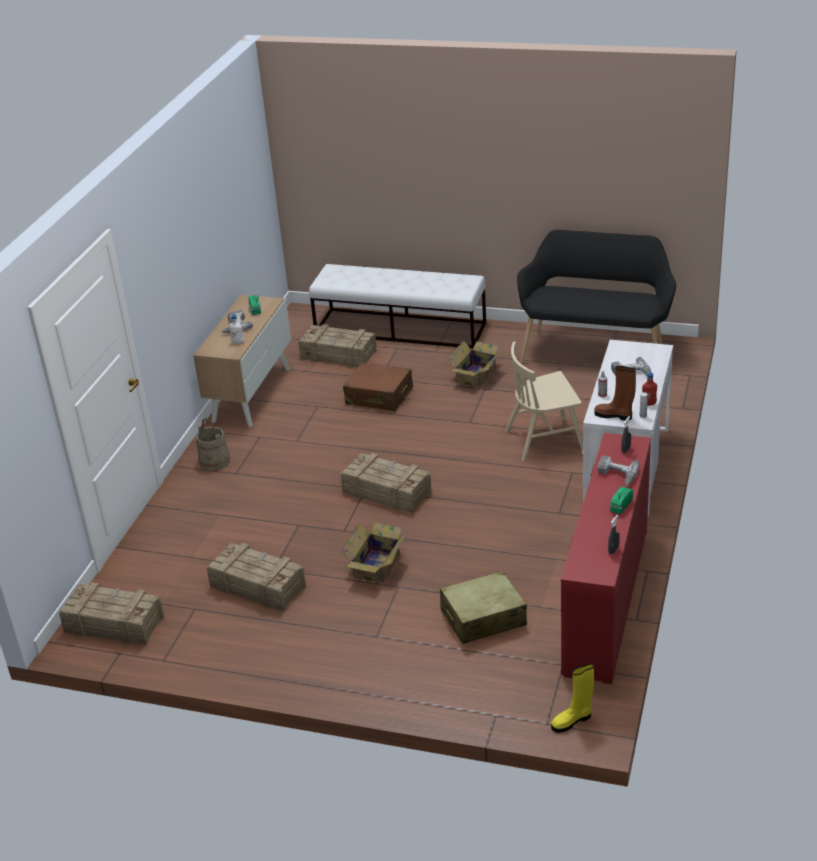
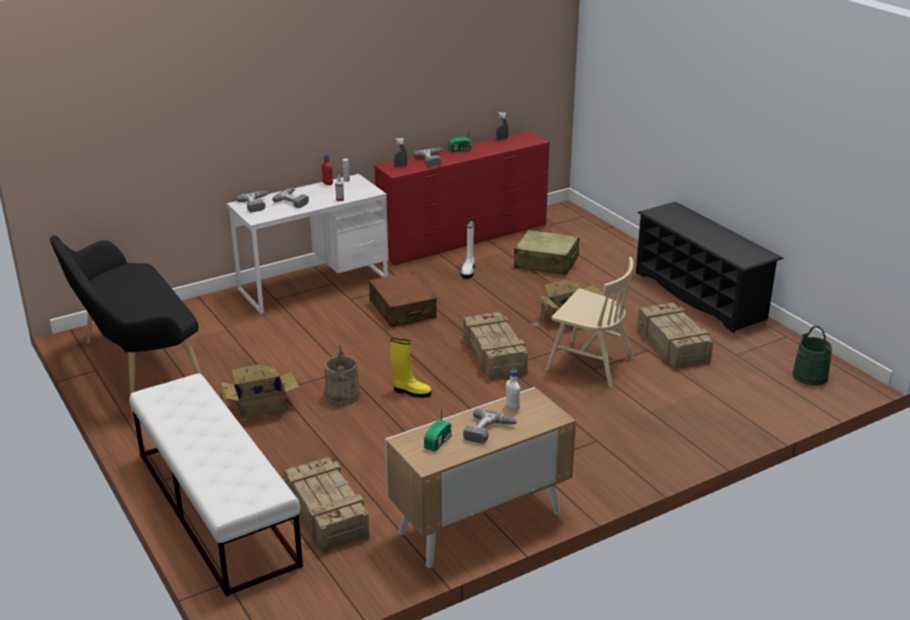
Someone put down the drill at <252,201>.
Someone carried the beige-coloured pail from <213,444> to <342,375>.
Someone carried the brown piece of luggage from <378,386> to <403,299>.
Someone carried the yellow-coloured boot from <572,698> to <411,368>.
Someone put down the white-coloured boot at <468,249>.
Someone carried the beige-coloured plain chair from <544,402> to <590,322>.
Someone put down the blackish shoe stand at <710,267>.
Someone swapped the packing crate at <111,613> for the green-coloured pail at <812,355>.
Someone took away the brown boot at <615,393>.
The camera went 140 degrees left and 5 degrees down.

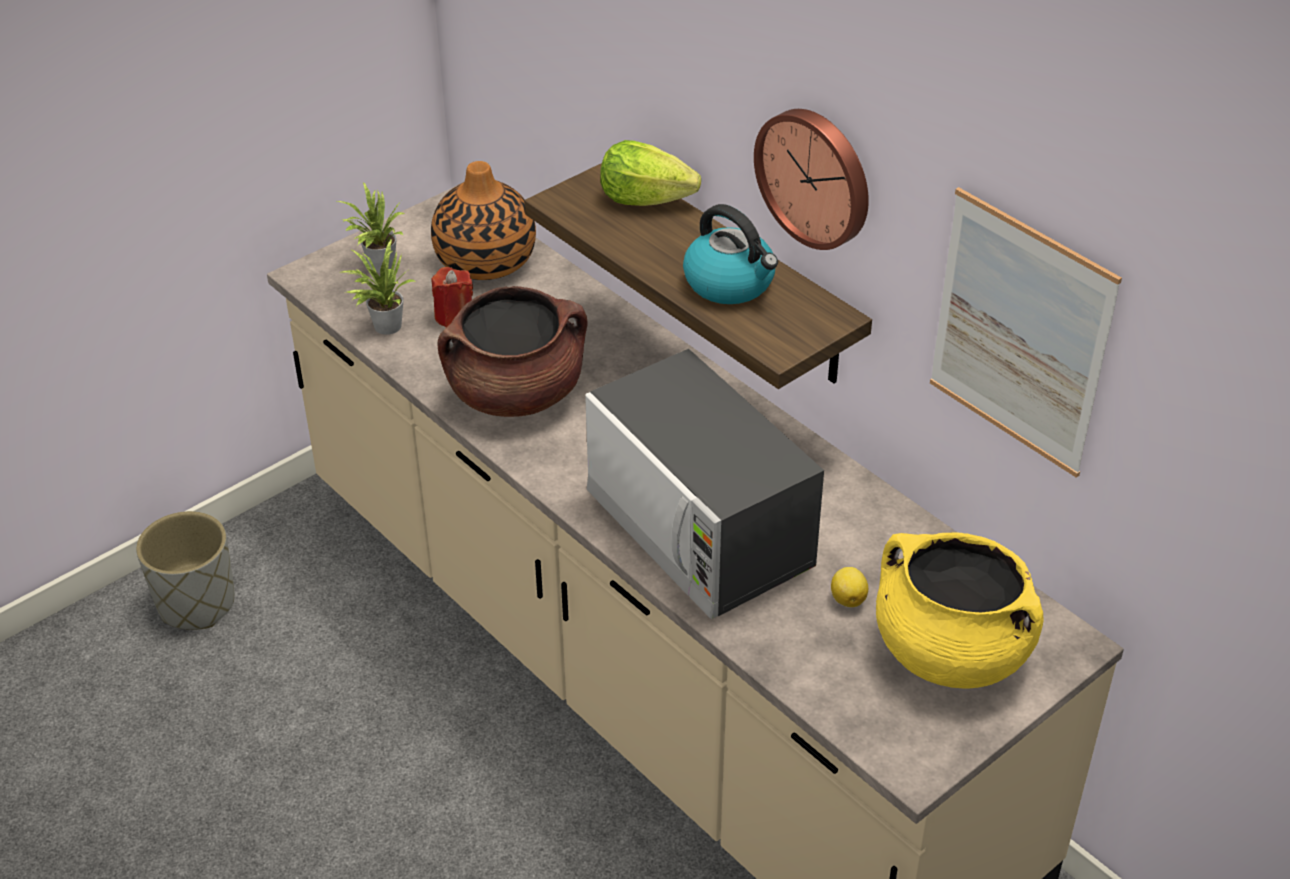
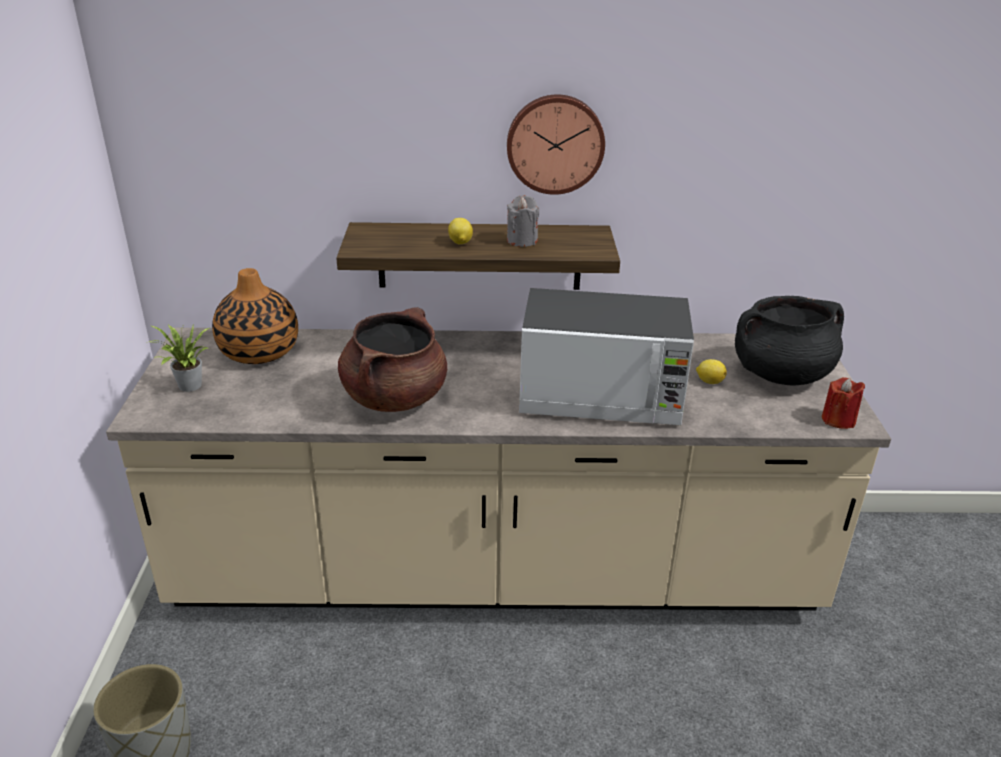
Someone put down the citrus fruit at <460,231>.
Someone swapped the tea kettle at <730,254> for the greyish wax light at <523,221>.
Someone repainted the yellow-coloured cooking pot at <959,610>, which became the blackish cooking pot at <789,340>.
Someone carried the reddish wax light from <452,297> to <843,403>.
Someone took away the houseplant at <379,286>.
Someone took away the lettuce head at <651,173>.
Someone took away the picture at <1026,332>.
The camera went 50 degrees left and 10 degrees down.

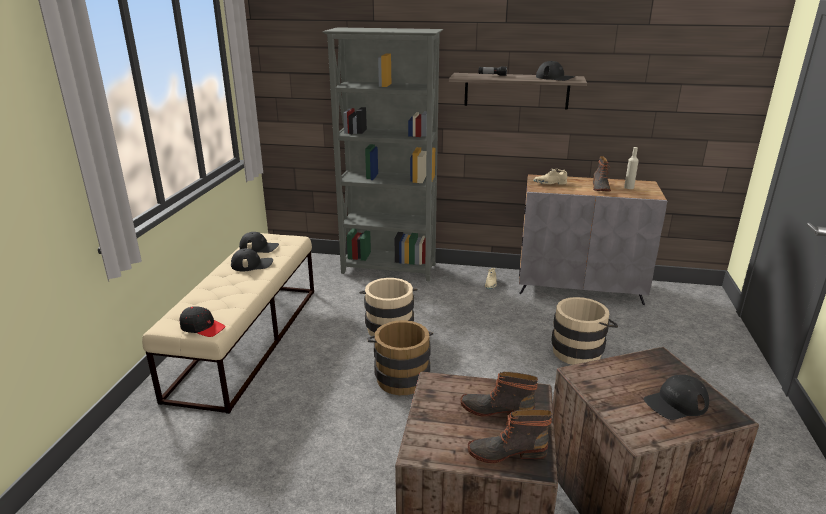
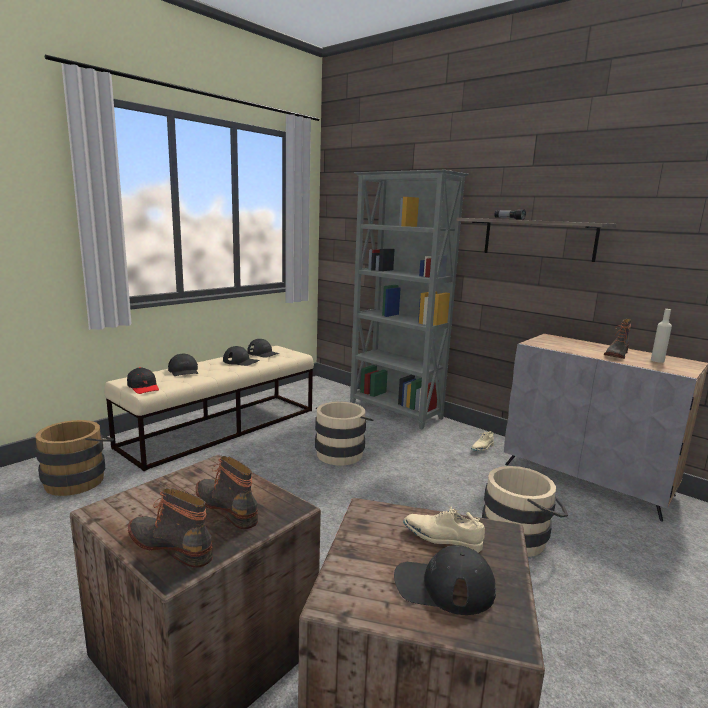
Someone carried the brown pail from <400,357> to <74,458>.
Someone carried the blackish cap from <556,71> to <183,365>.
Someone carried the beige-coloured shoe from <550,177> to <444,529>.
The camera went 30 degrees right and 10 degrees down.

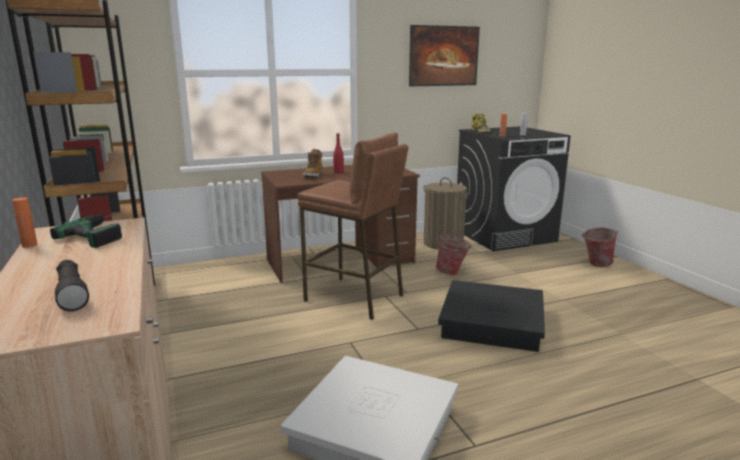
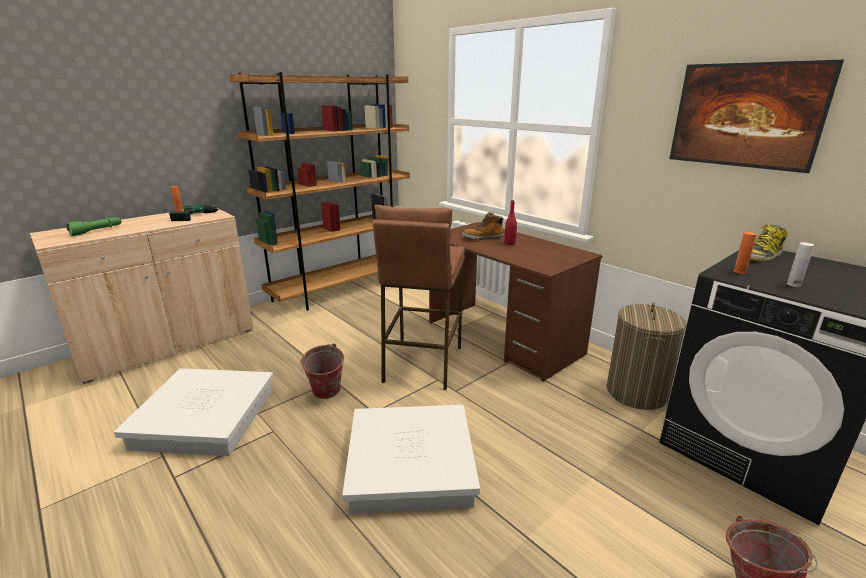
Someone repainted the blackish hand torch at <72,286>, which became the green-coloured hand torch at <94,226>.
Someone carried the pail from <453,253> to <321,371>.
Someone repainted the blackish storage container at <491,316>, which became the white-coloured storage container at <411,459>.
The camera went 70 degrees right and 5 degrees up.

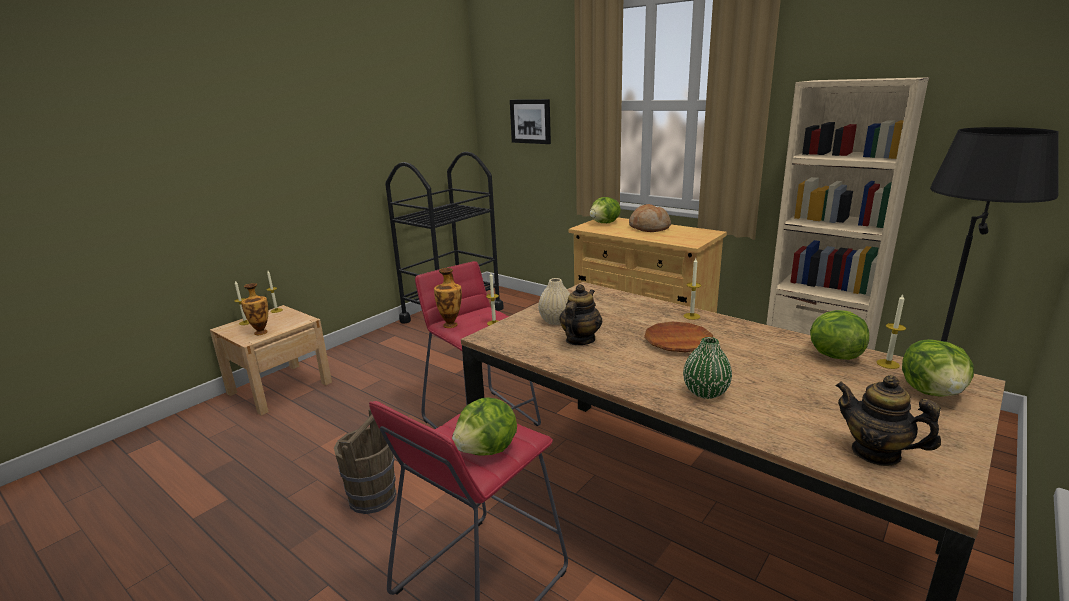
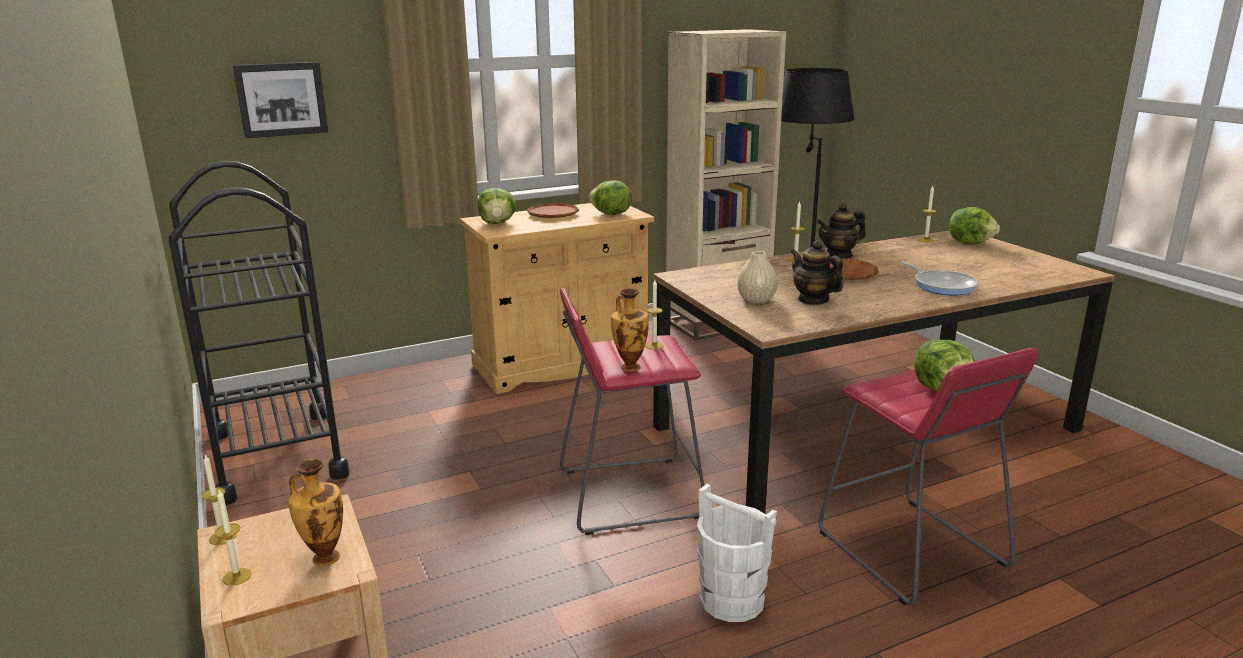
Someone swapped the bread at <650,218> for the brown dinner plate at <553,210>.
Someone carried the lettuce head from <839,335> to <610,197>.
Someone repainted the brown pail at <365,461>, which became the white-coloured pail at <737,553>.
Someone carried the teapot from <888,420> to <841,231>.
Someone swapped the green-coloured decorative vase at <707,368> for the skillet at <939,278>.
The camera went 65 degrees left and 0 degrees up.

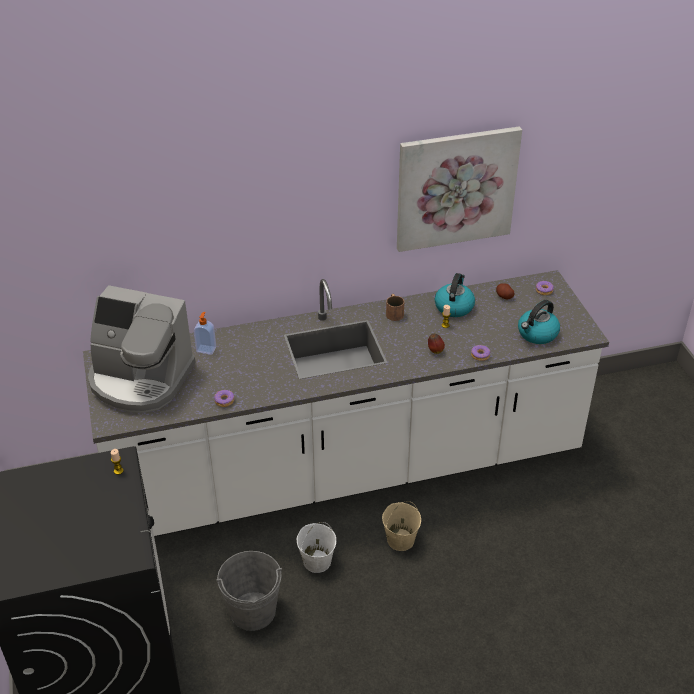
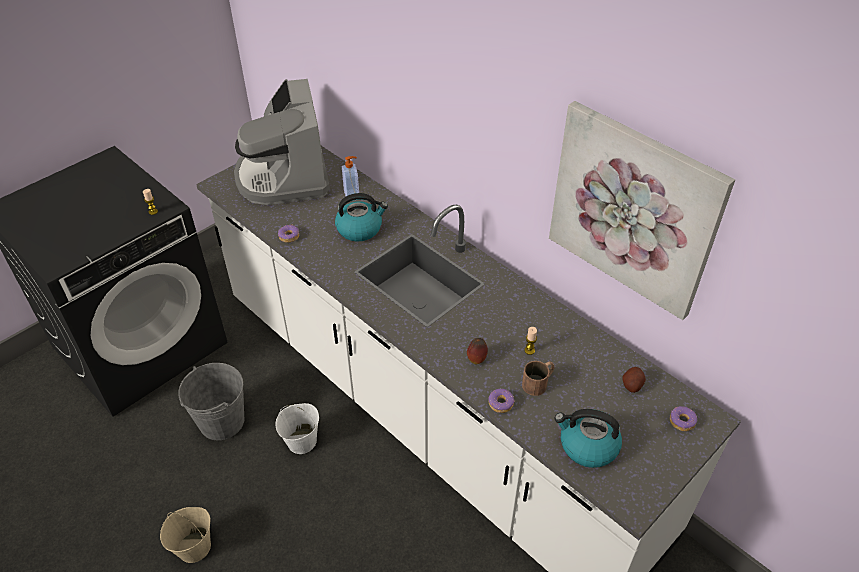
Someone carried the beige-coloured pail from <401,526> to <185,535>.
Someone carried the tea kettle from <455,295> to <361,217>.
Someone carried the brown tea mug from <395,307> to <538,378>.
The camera went 60 degrees right and 5 degrees up.

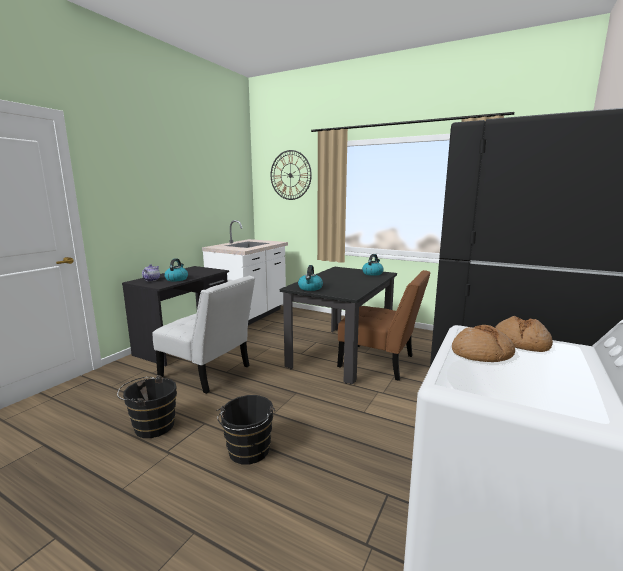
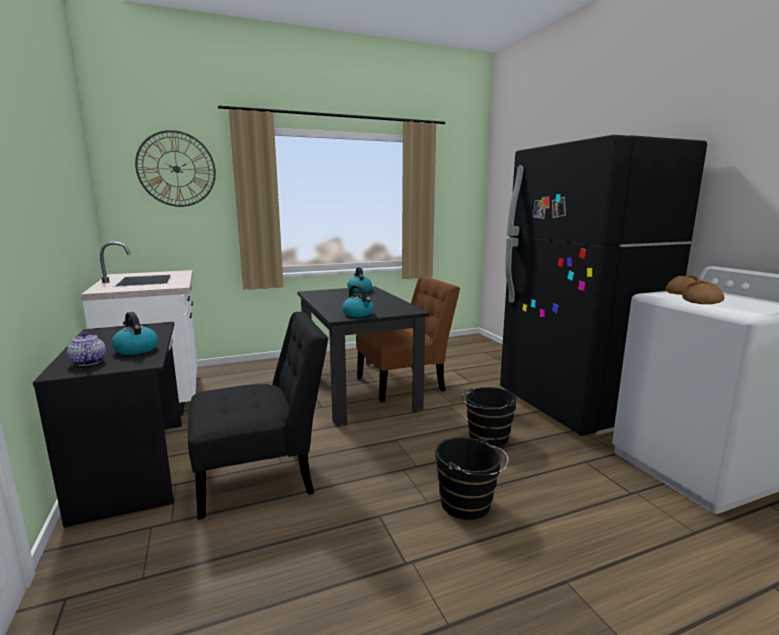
Someone repainted the white-coloured plain chair at <203,335>, which became the blackish plain chair at <258,415>.
Someone carried the blackish pail from <147,406> to <489,417>.
The camera went 50 degrees left and 0 degrees up.

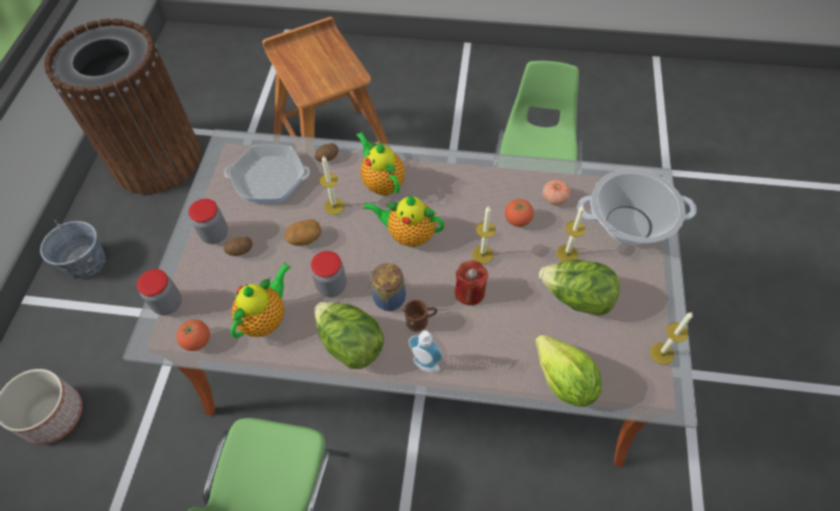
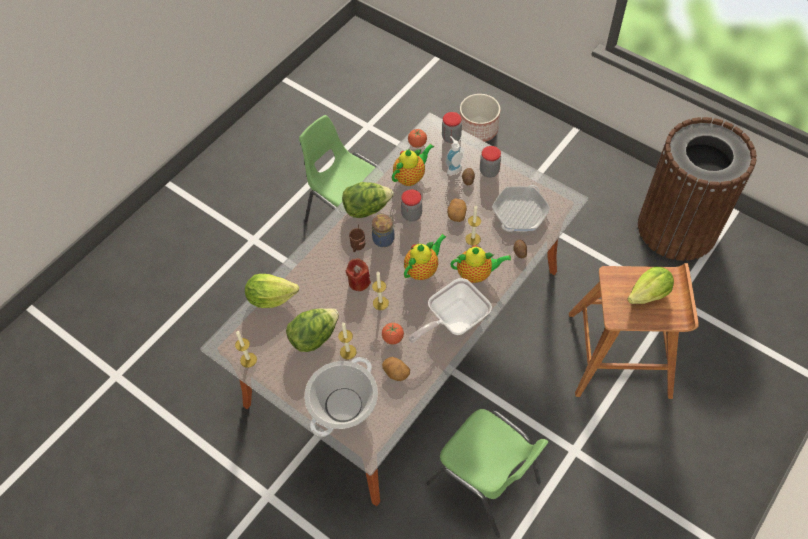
Someone swapped the tomato at <556,192> for the potato at <396,369>.
Someone rotated the teapot at <260,300> by 105 degrees counterclockwise.
Someone put down the skillet at <450,310>.
Someone carried the liquid soap bottle from <425,351> to <455,155>.
Someone put down the lettuce head at <651,285>.
Someone took away the greyish pail at <72,249>.
The camera went 120 degrees right and 0 degrees up.

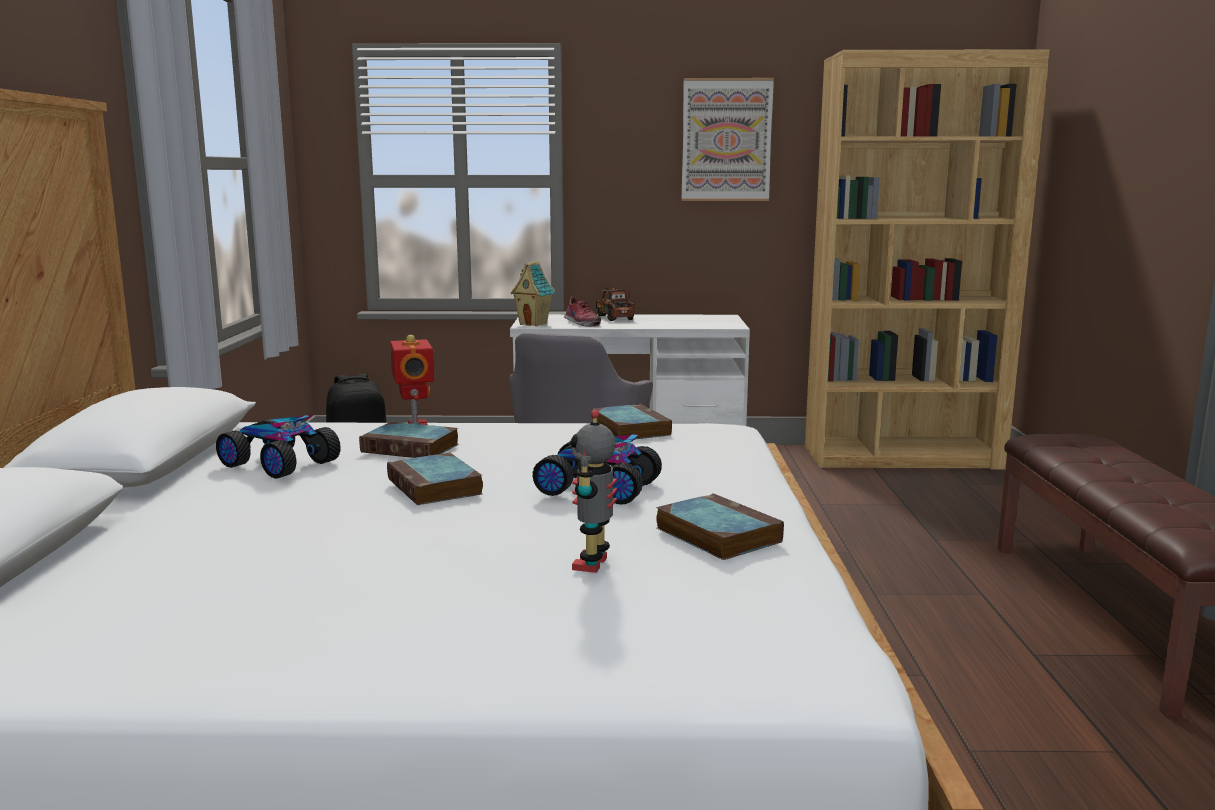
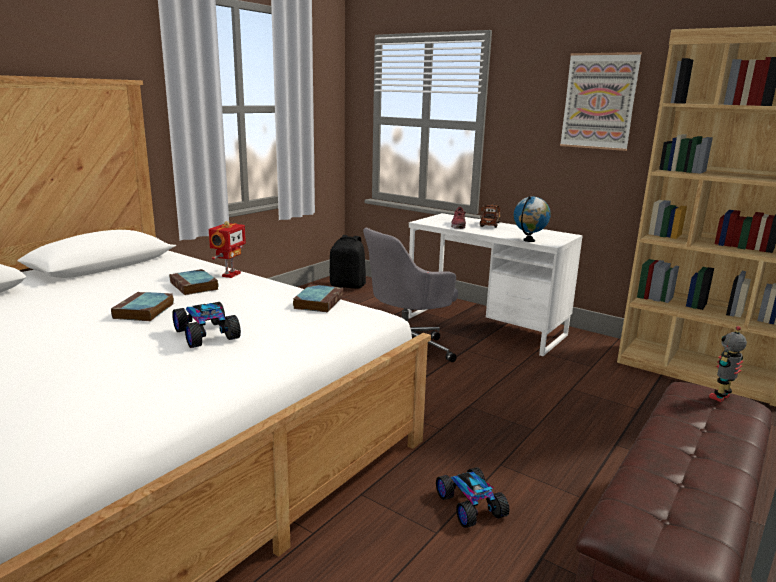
Someone carried the toy car from <278,447> to <472,497>.
Someone put down the world globe at <532,219>.
Someone carried the toy robot from <594,491> to <728,364>.
Someone took away the toy house at <533,293>.
Someone took away the bound book at <720,526>.
The camera went 35 degrees right and 5 degrees up.

